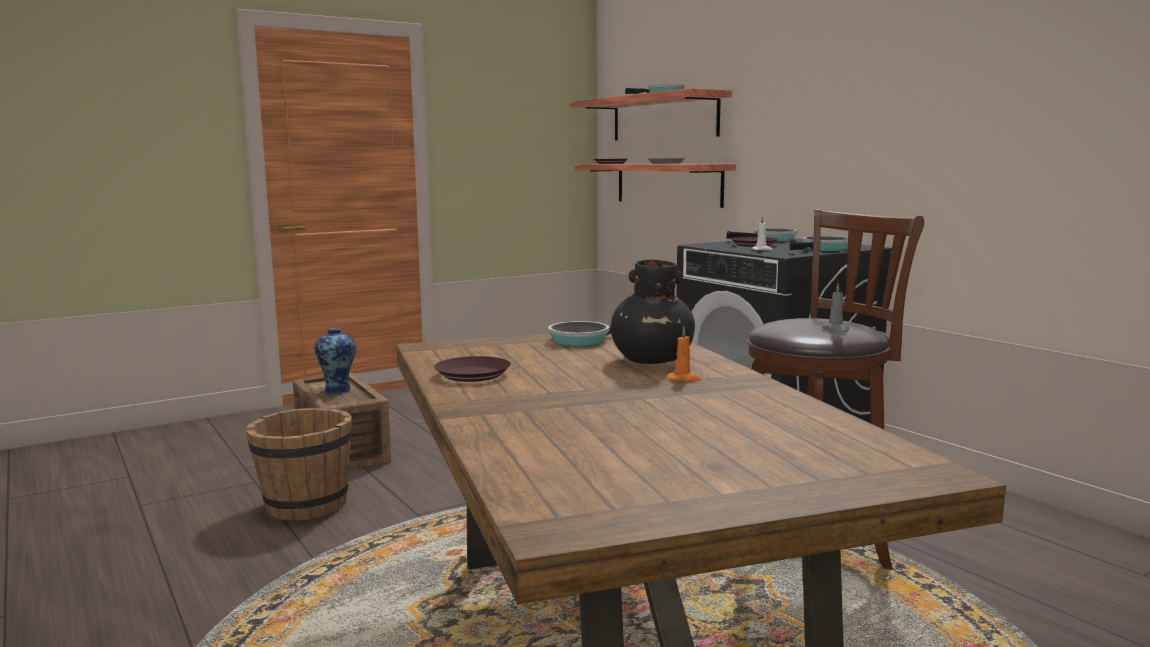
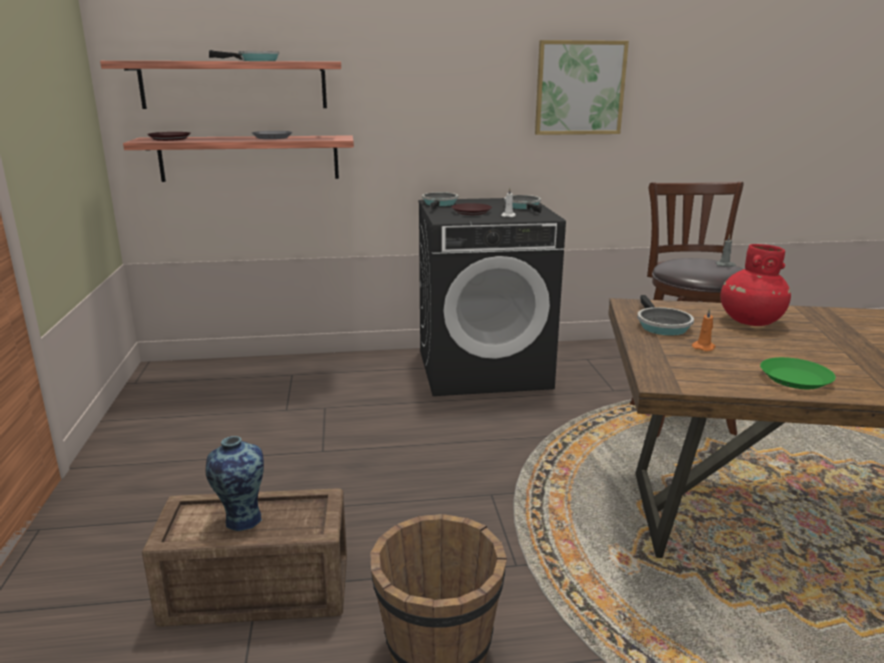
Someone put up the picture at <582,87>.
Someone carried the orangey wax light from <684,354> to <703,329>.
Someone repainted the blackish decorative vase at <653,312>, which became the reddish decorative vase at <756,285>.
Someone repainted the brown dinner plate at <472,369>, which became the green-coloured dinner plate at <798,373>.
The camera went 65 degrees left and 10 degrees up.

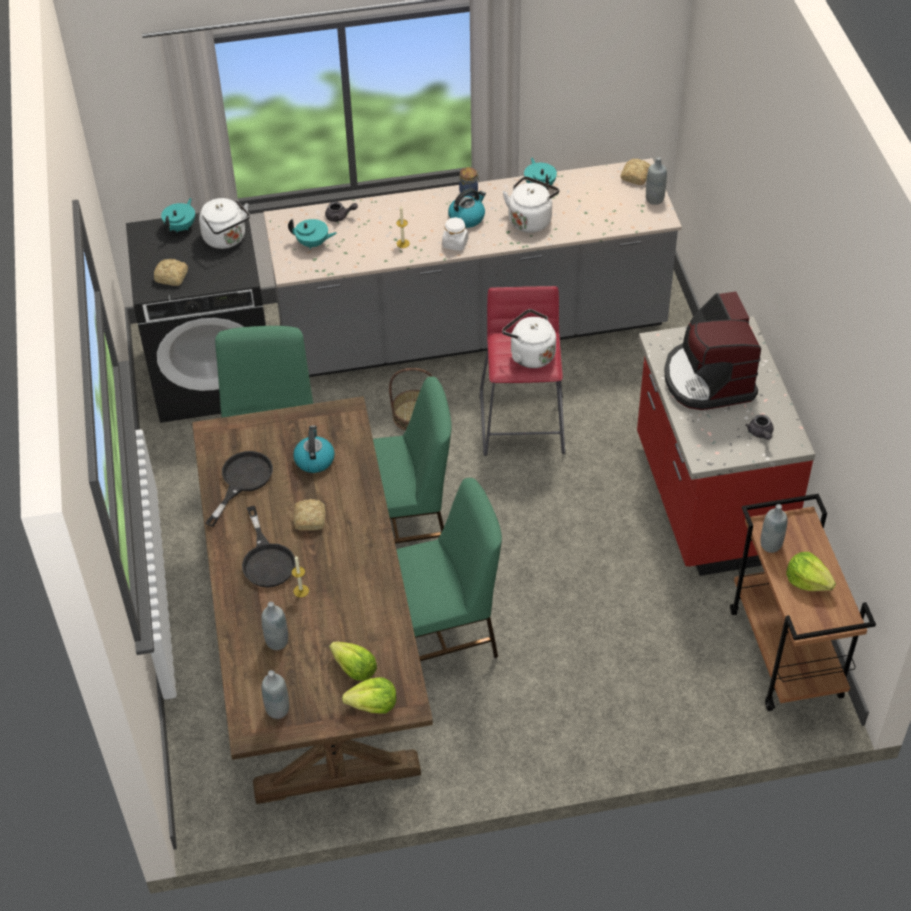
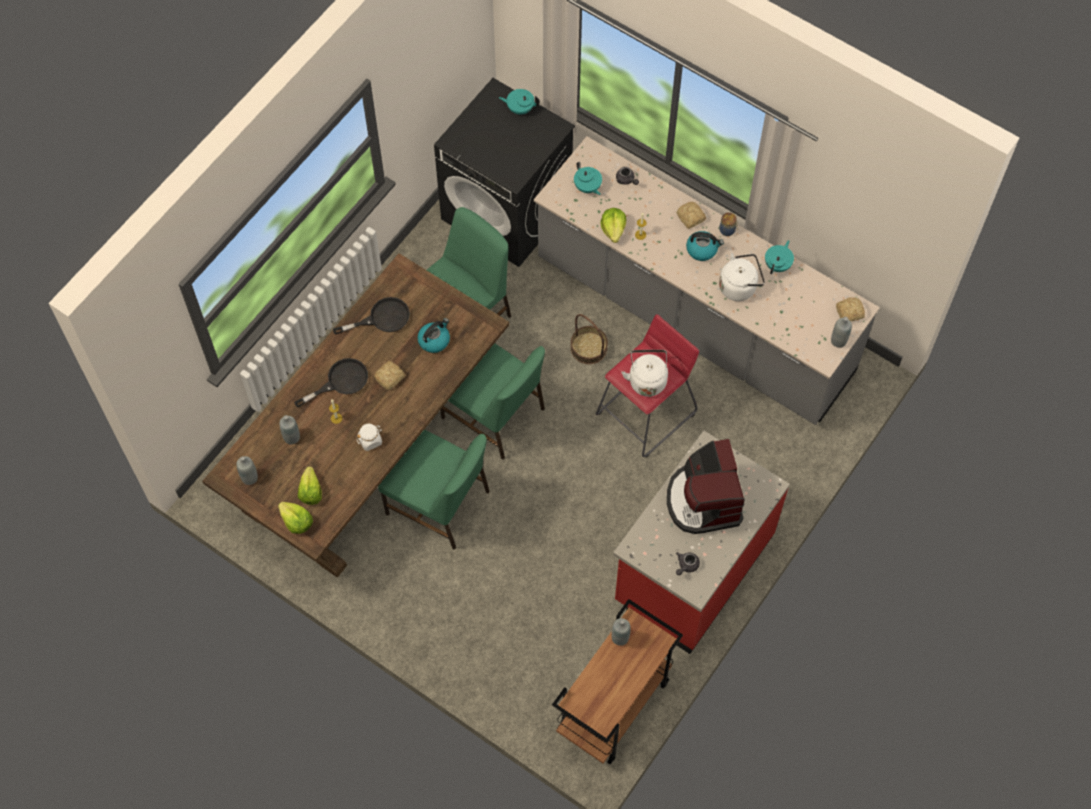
Someone rotated the blackish skillet at <269,547> by 150 degrees counterclockwise.
Someone carried the white-coloured storage jar from <455,234> to <369,437>.
Someone rotated the turquoise-coloured teapot at <178,215> by 150 degrees counterclockwise.
Someone carried the lettuce head from <811,571> to <613,225>.
Someone rotated the coffee maker at <712,350> by 45 degrees counterclockwise.
Someone carried the bread from <171,272> to <691,215>.
Someone took away the white-coloured tea kettle at <224,223>.
The camera went 45 degrees right and 15 degrees up.

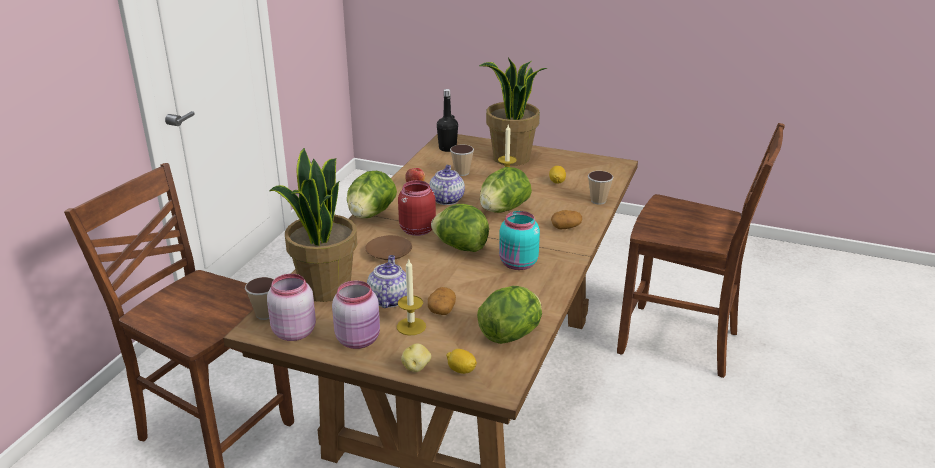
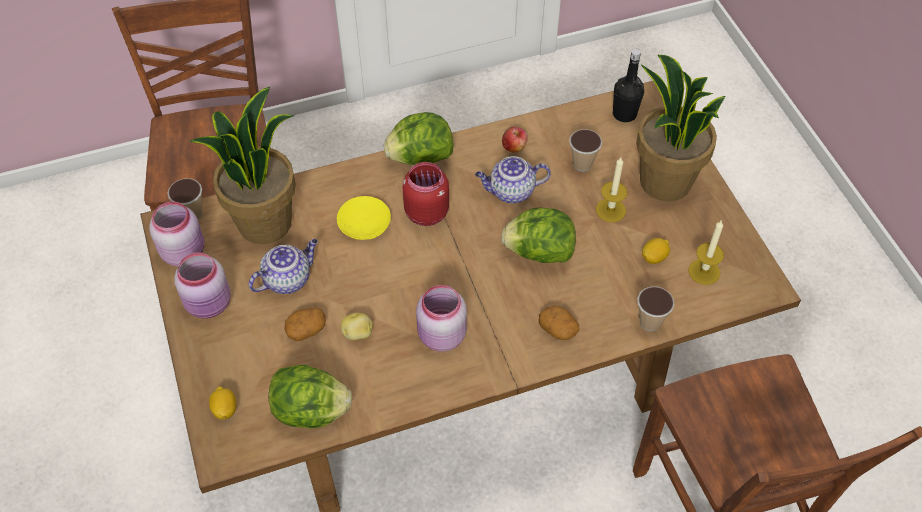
Someone repainted the brown dinner plate at <388,247>, which became the yellow-coloured dinner plate at <364,218>.
Someone carried the potato from <416,358> to <357,327>.
Someone repainted the turquoise-coloured storage jar at <519,240>, which became the pinkish storage jar at <441,318>.
Someone rotated the teapot at <447,185> by 150 degrees counterclockwise.
Someone carried the wax light from <411,297> to <706,252>.
Someone took away the lettuce head at <460,228>.
The camera went 50 degrees right and 25 degrees up.

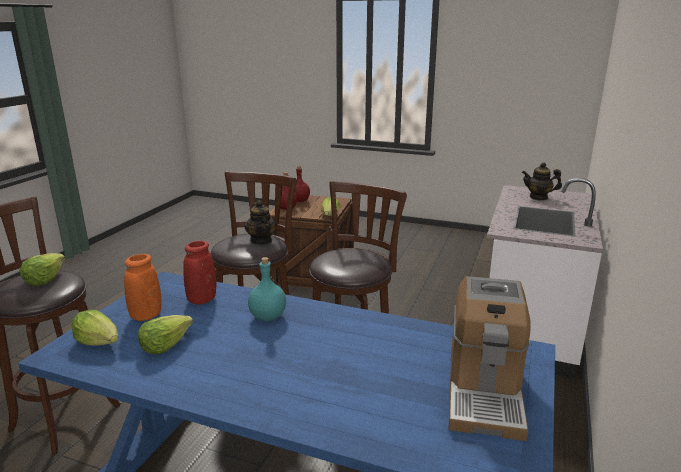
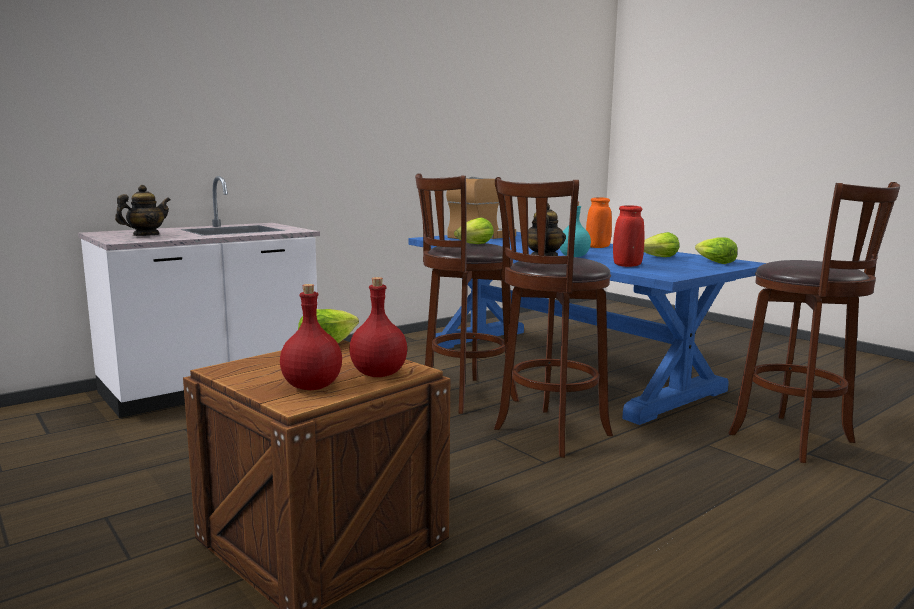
Someone rotated the teapot at <542,181> by 90 degrees counterclockwise.
Someone carried the lettuce head from <42,269> to <474,230>.
Someone carried the orangey decorative vase from <142,287> to <599,222>.
The camera went 150 degrees left and 10 degrees down.

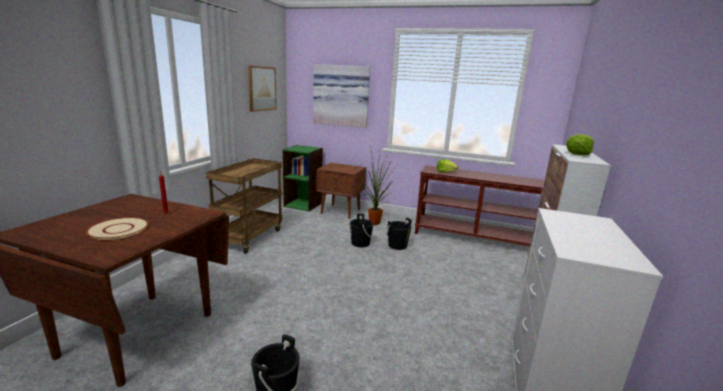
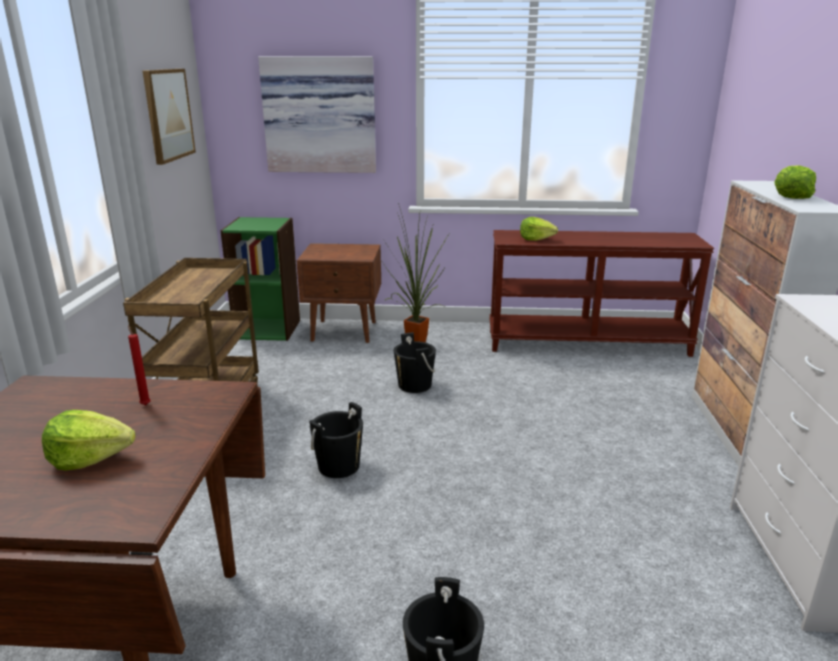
Someone swapped the beige-coloured dinner plate at <117,229> for the lettuce head at <89,440>.
Someone carried the blackish pail from <399,234> to <336,440>.
The camera went 15 degrees left and 5 degrees up.

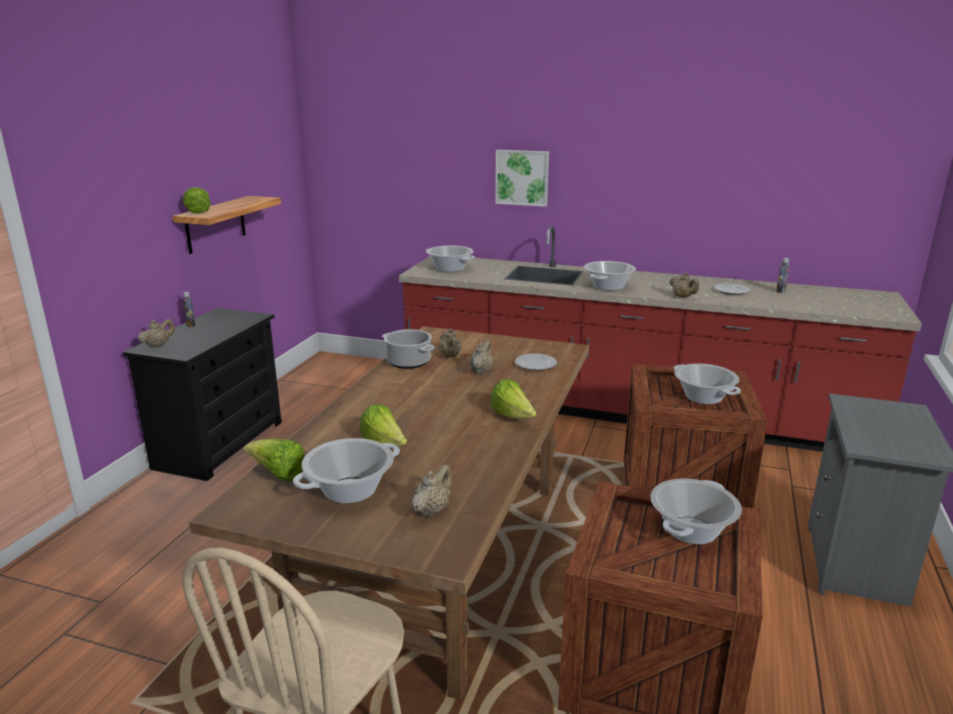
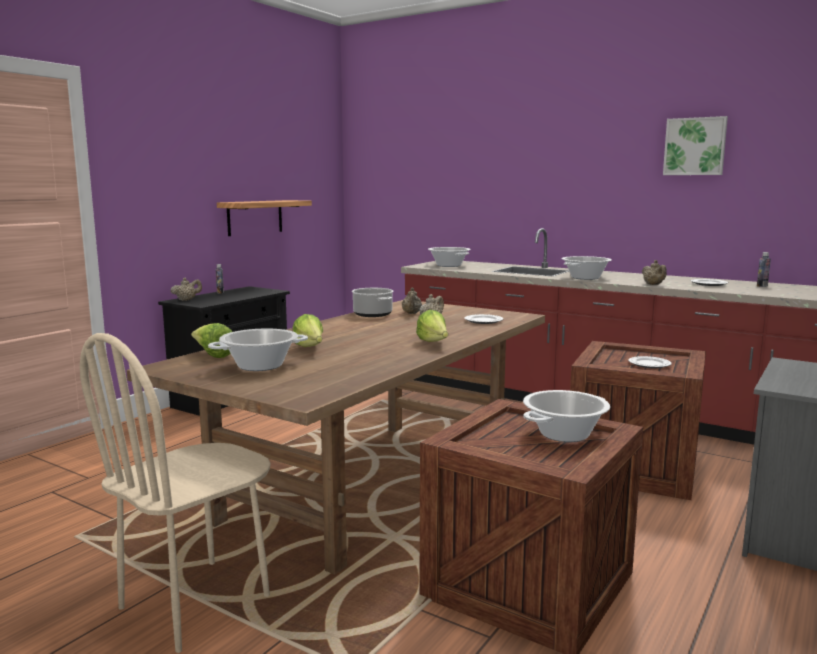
Someone swapped the cooking pot at <707,383> for the dinner plate at <649,362>.
Someone carried the picture from <522,178> to <695,145>.
Someone took away the lettuce head at <197,200>.
Someone took away the beige-coloured teapot at <432,491>.
The camera went 15 degrees right and 10 degrees down.

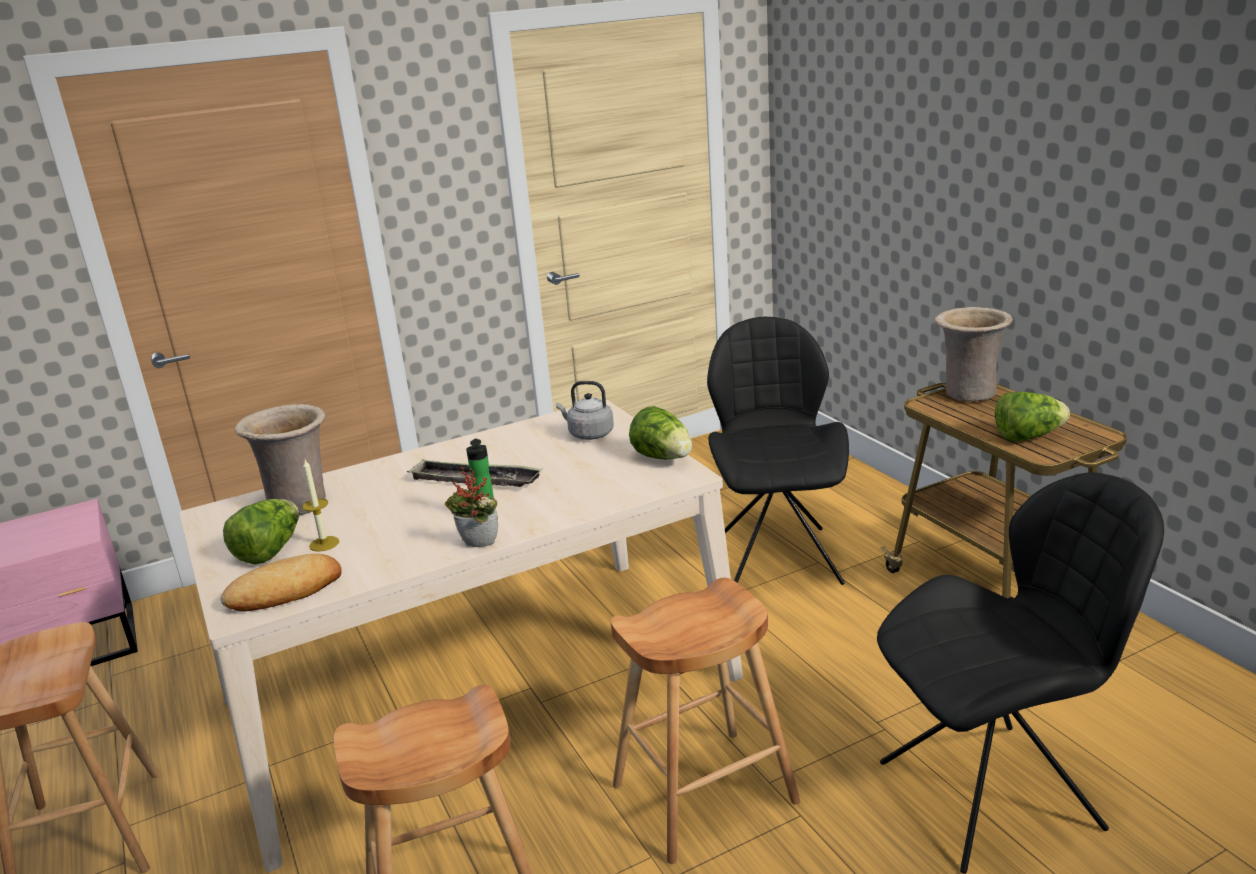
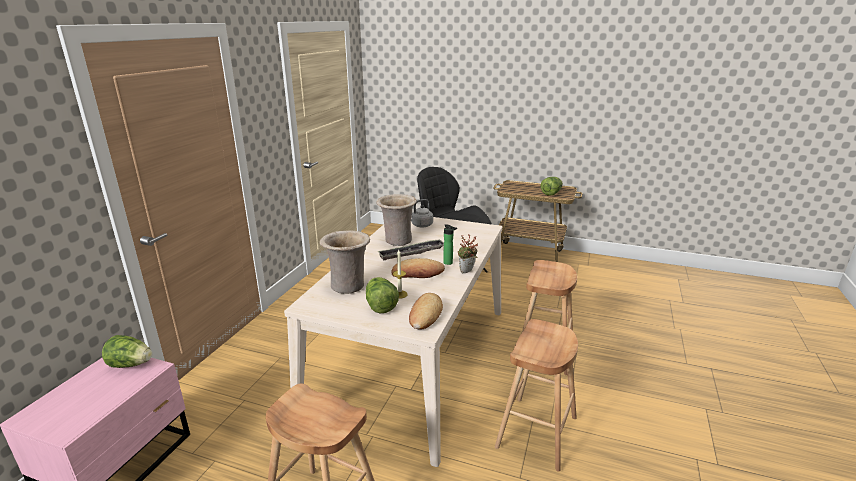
Someone carried the lettuce head from <660,432> to <127,351>.
Someone carried the beige-coloured decorative vase from <974,354> to <396,220>.
Someone put down the bread at <418,268>.
Someone took away the blackish plain chair at <1020,673>.
The camera went 45 degrees left and 0 degrees up.

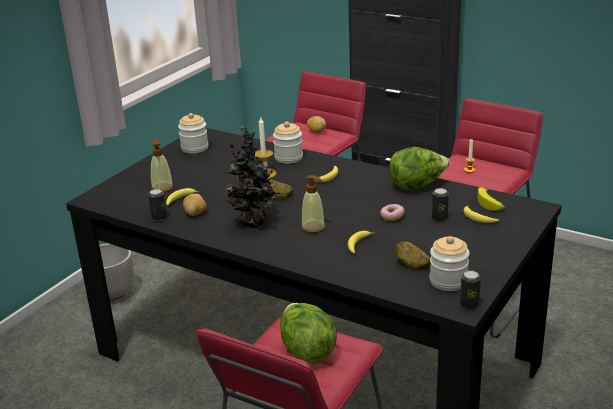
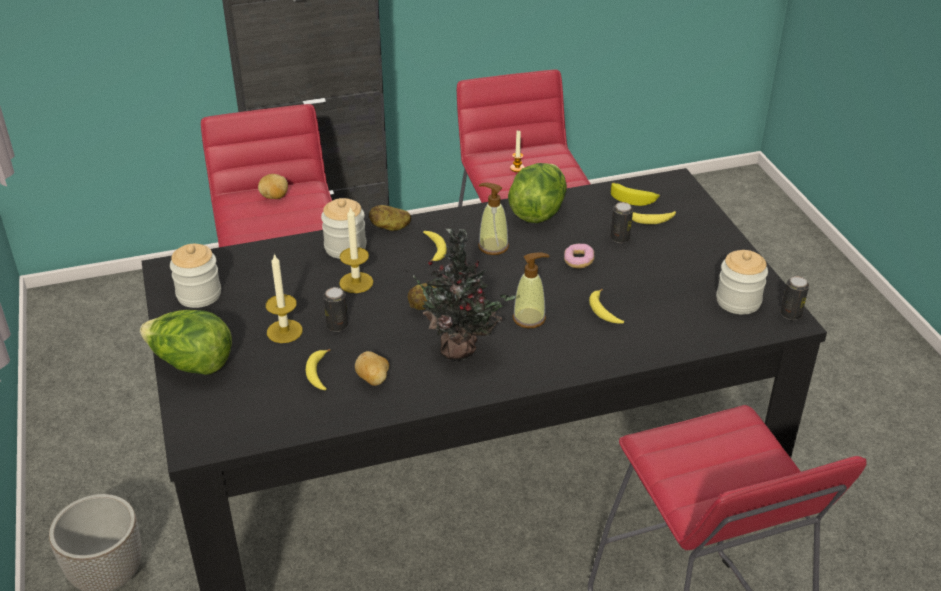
Someone carried the lettuce head from <308,333> to <186,342>.
Someone put down the wax light at <284,298>.
Someone carried the sealed can from <157,205> to <335,309>.
Someone carried the potato from <412,255> to <390,218>.
Someone carried the liquid soap bottle from <162,165> to <493,219>.
The camera went 50 degrees left and 10 degrees up.

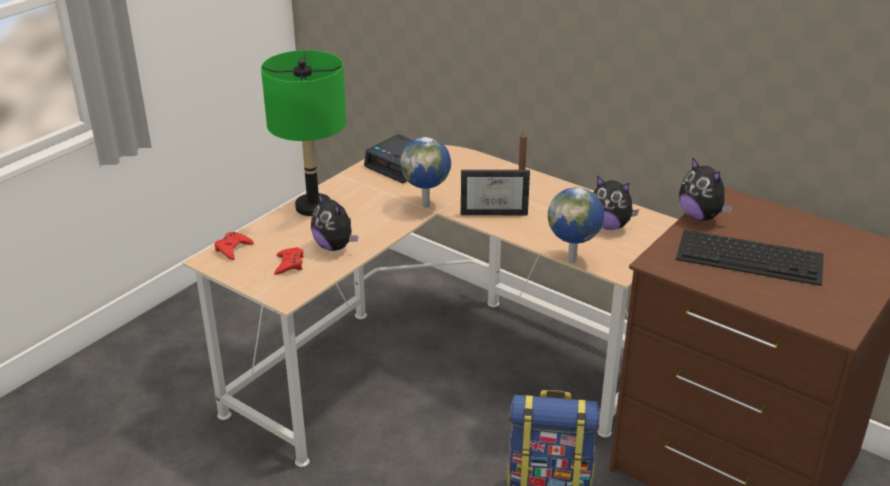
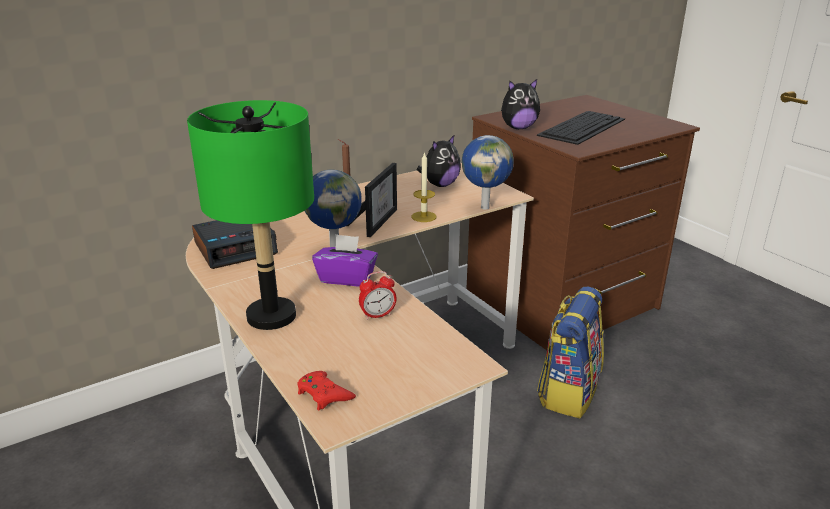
Someone put down the purple box of tissues at <345,260>.
Someone swapped the plush toy at <334,222> for the alarm clock at <378,295>.
Someone put down the wax light at <424,187>.
Someone took away the reddish game controller at <289,261>.
The camera went 70 degrees left and 5 degrees down.

